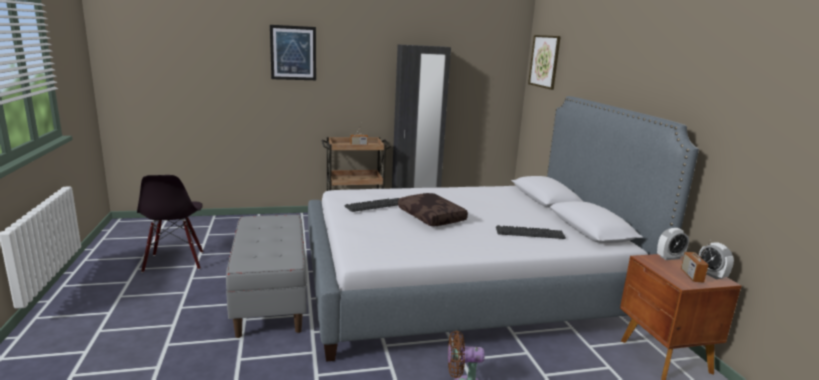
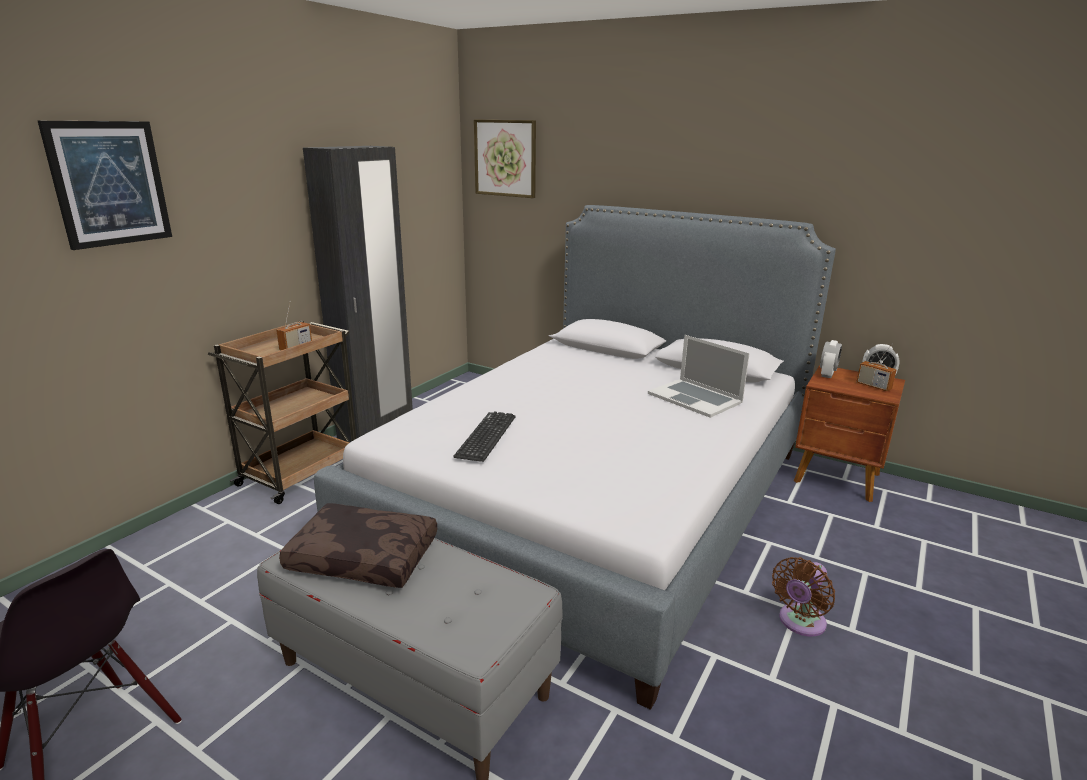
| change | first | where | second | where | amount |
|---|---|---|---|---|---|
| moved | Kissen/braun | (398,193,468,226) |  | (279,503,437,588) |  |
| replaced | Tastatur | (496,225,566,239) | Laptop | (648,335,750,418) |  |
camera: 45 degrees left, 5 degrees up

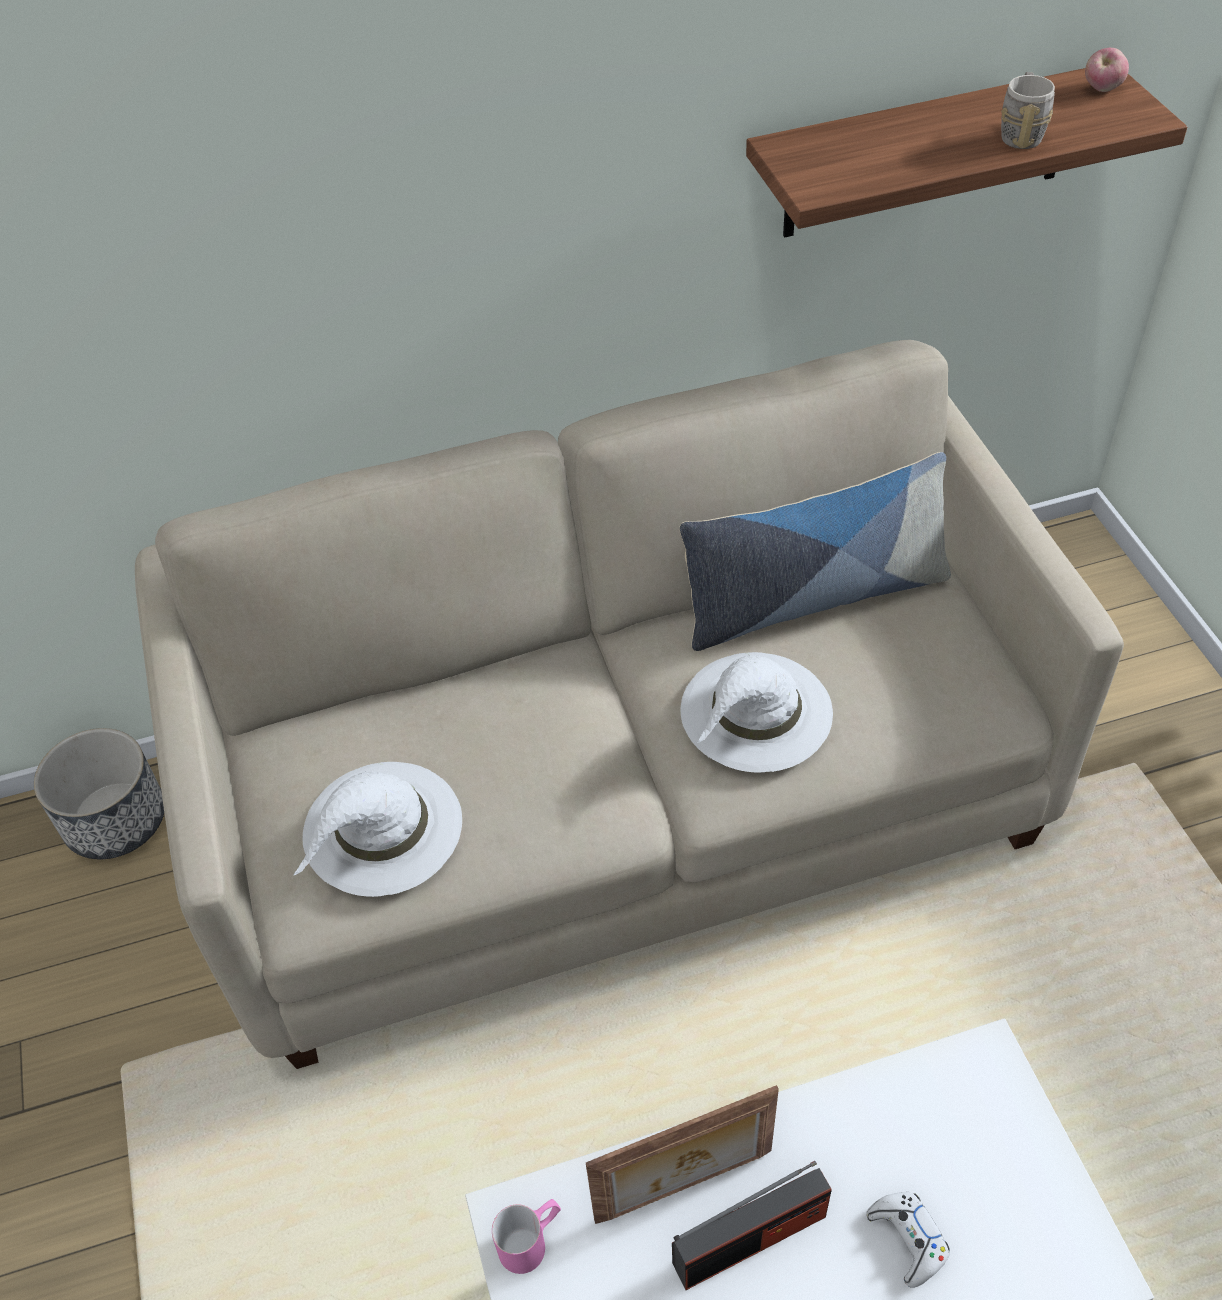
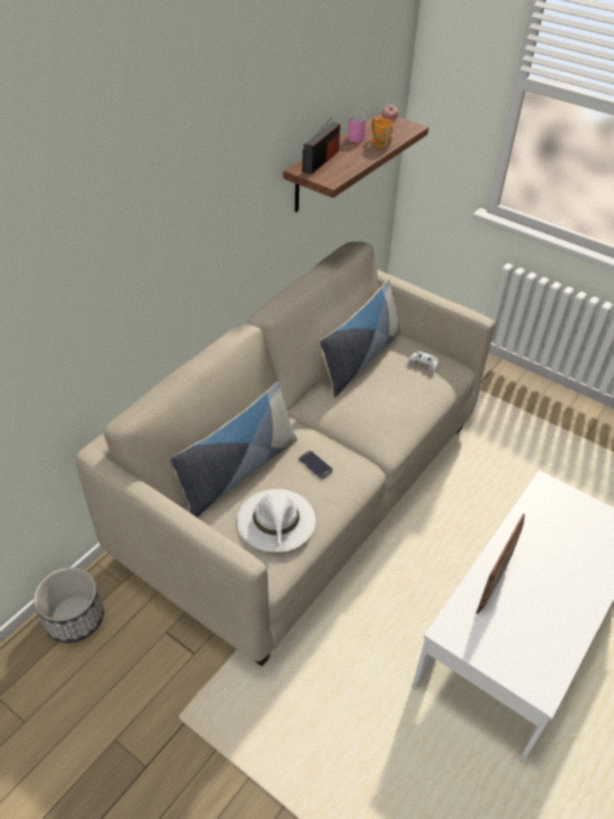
| change | first | where | second | where | amount |
|---|---|---|---|---|---|
| moved | Henkelbecher/rosa | (492,1199,561,1274) |  | (348,114,366,142) |  |
| moved | Radio | (672,1161,832,1290) |  | (302,117,340,175) |  |
| removed | Hut/weiß | (681,652,833,772) |  |  |  |
| moved | Gamepad/weiß | (866,1192,950,1288) |  | (408,351,438,374) |  |
| recoloured | Henkelbecher/grau | (1001,72,1055,149) | Henkelbecher/orange | (372,118,394,148) |  |
| added |  |  | Kissen | (170,382,297,517) |  |
| added |  |  | Handy | (299,451,333,478) |  |
camera: 40 degrees left, 5 degrees down

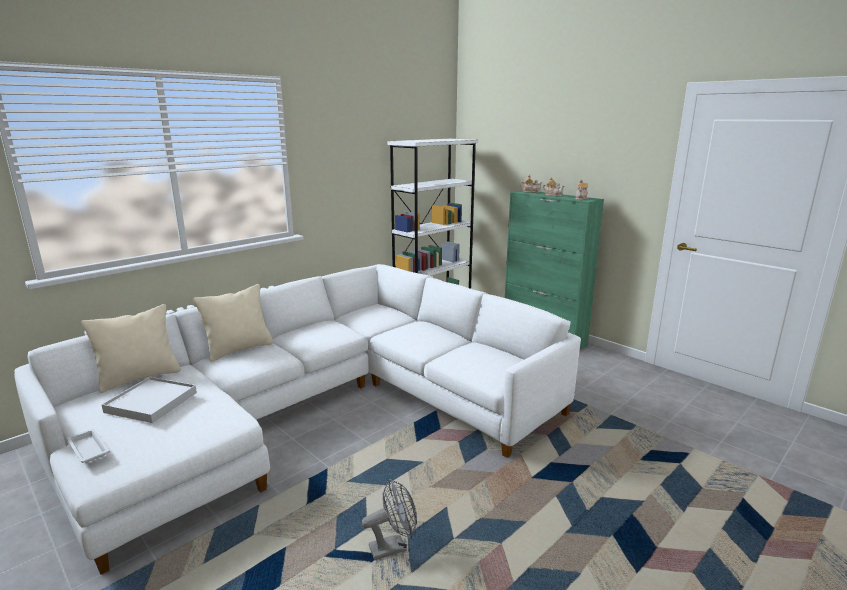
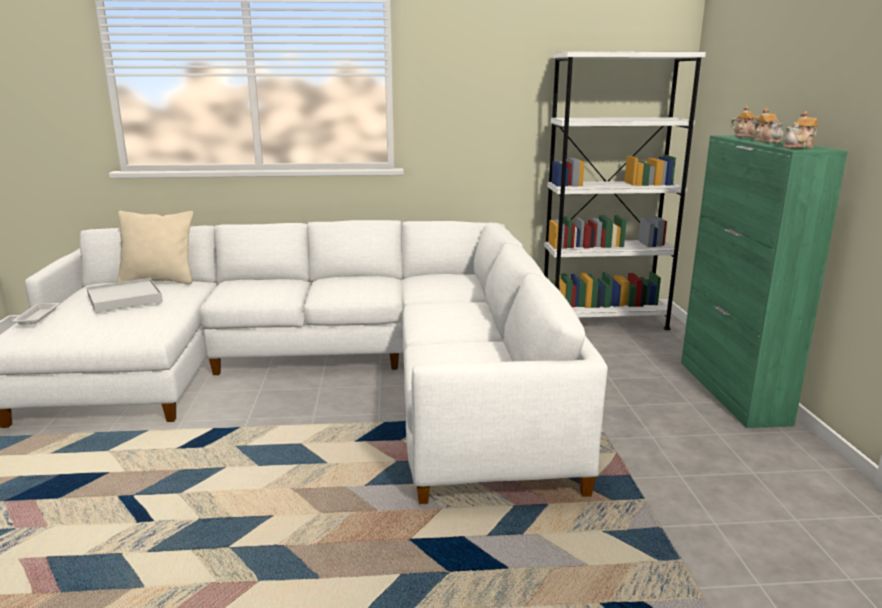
| change | first | where | second | where | amount |
|---|---|---|---|---|---|
| removed | Kissen/beige | (194,284,273,362) |  |  |  |
| removed | Ventilator/grau | (362,479,417,560) |  |  |  |
camera: 40 degrees right, 0 degrees up

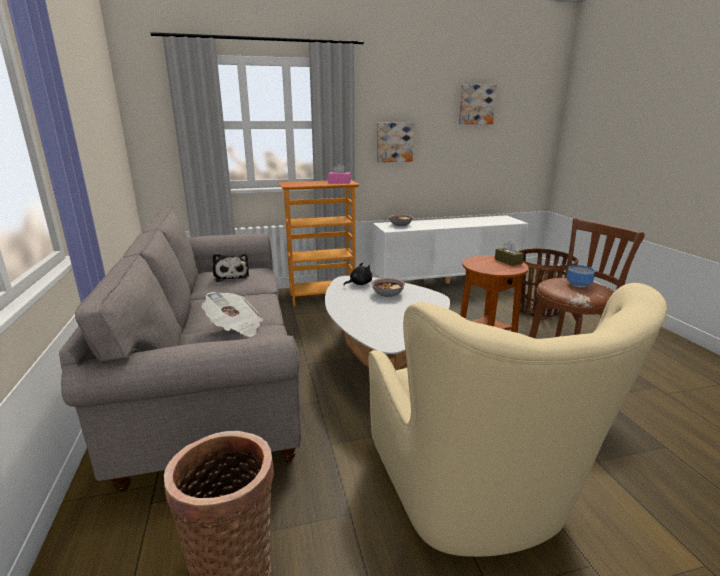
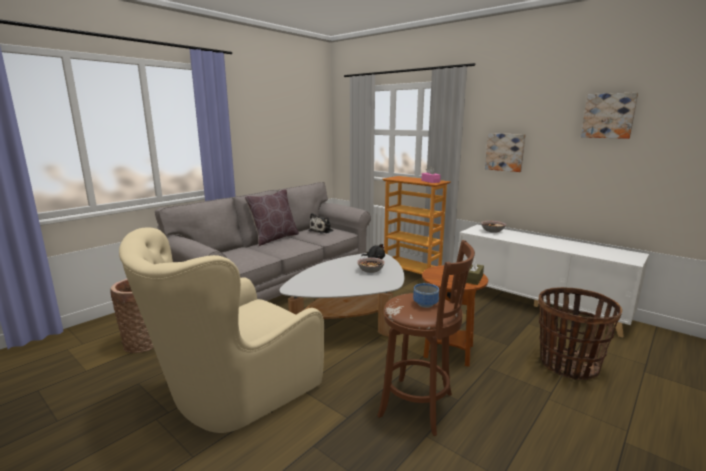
| change | first | where | second | where | amount |
|---|---|---|---|---|---|
| removed | Zeitung | (202,292,263,337) |  |  |  |
| added |  |  | Kissen/braun | (245,189,299,246) |  |
camera: 55 degrees right, 5 degrees down

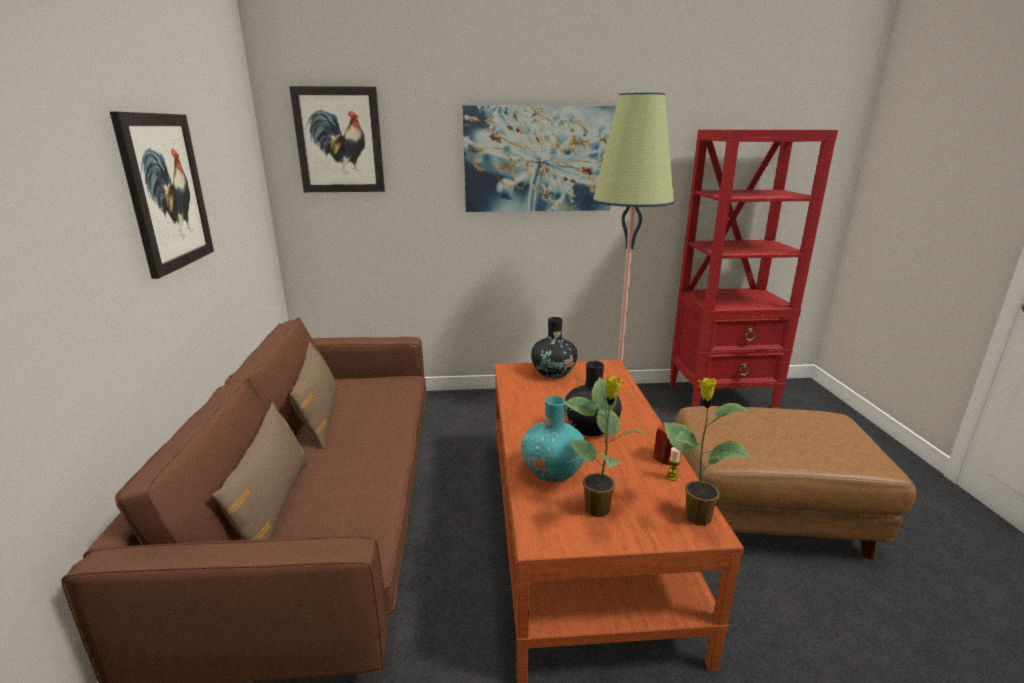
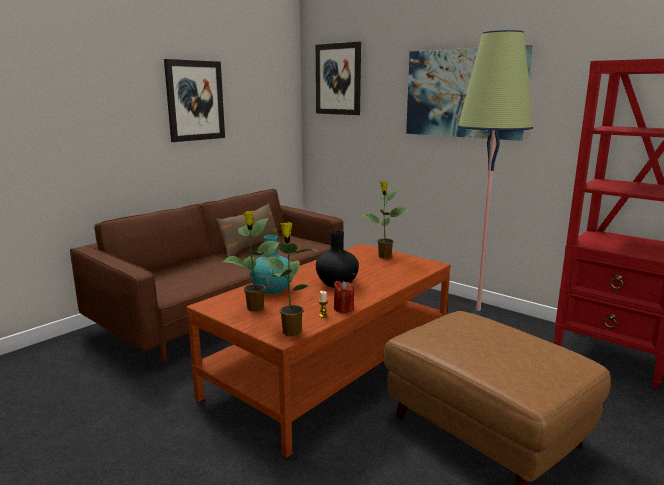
| change | first | where | second | where | amount |
|---|---|---|---|---|---|
| removed | Kissen/braun | (212,403,309,540) |  |  |  |
| replaced | Vase/schwarz | (531,317,578,379) | Topfpflanze | (360,180,409,259) |  |
camera: 45 degrees right, 5 degrees down

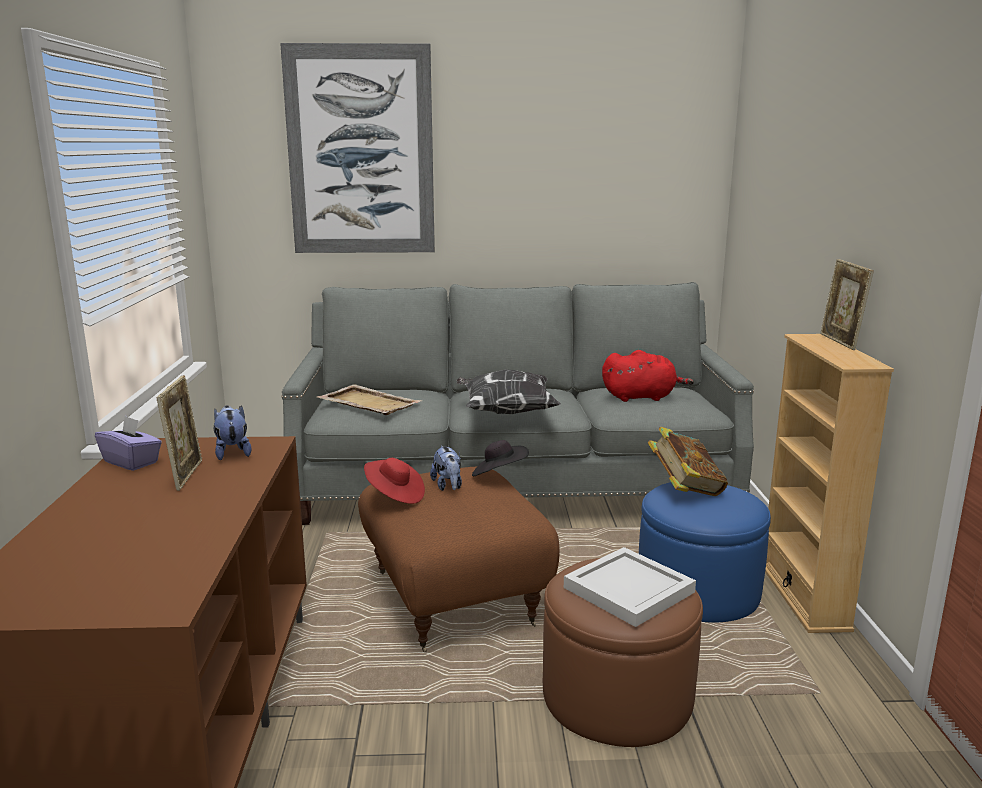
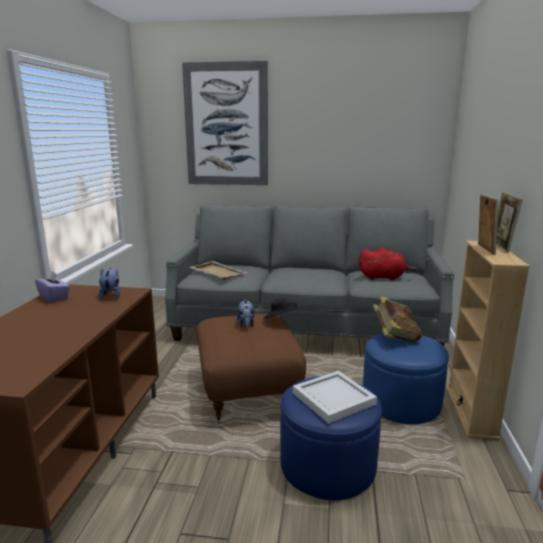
| change | first | where | second | where | amount |
|---|---|---|---|---|---|
| moved | Bilderrahmen | (157,375,202,491) |  | (478,194,499,255) |  |
| removed | Hut/rot | (364,458,425,504) |  |  |  |
| removed | Kissen | (456,369,561,414) |  |  |  |
| recoloured | Polsterhocker/braun | (543,558,703,747) | Polsterhocker/blau | (280,376,382,500) |  |
camera: 10 degrees right, 0 degrees up

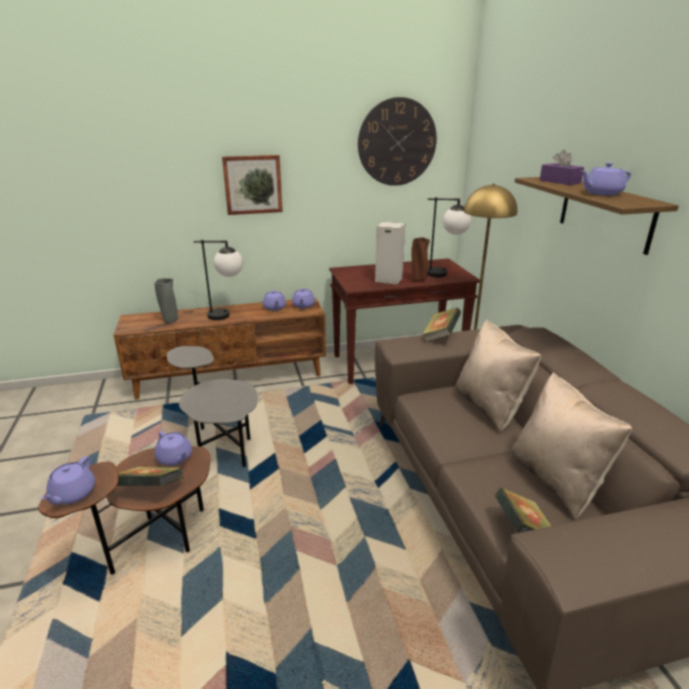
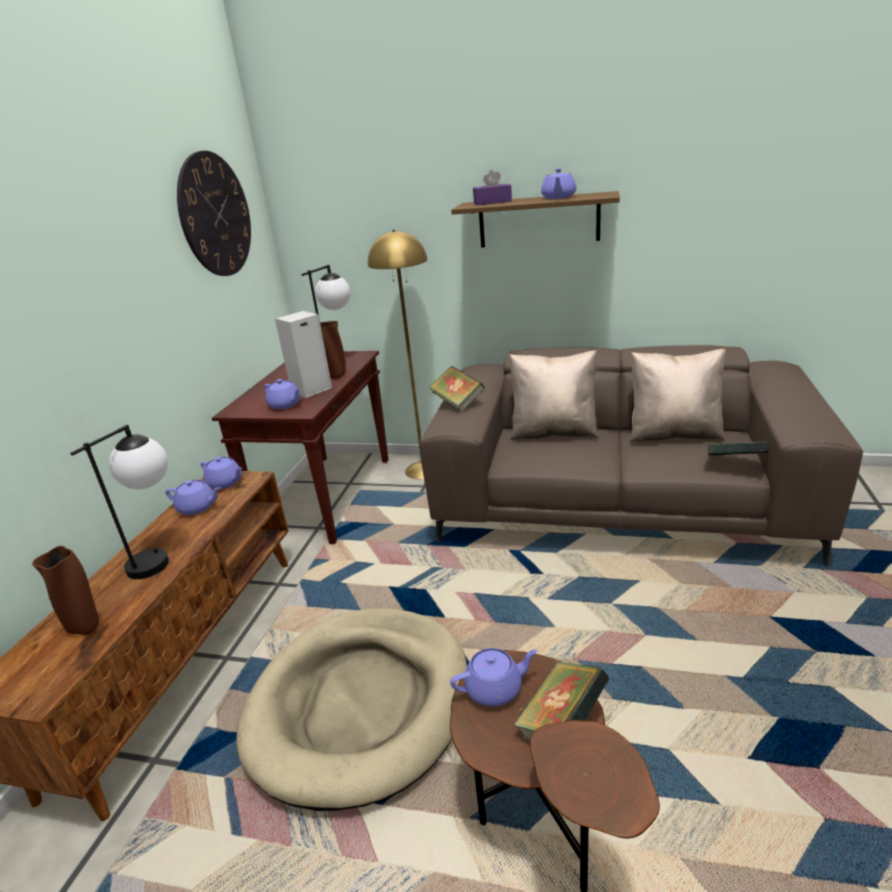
| change | first | where | second | where | amount |
|---|---|---|---|---|---|
| moved | Teekanne/lila | (41,456,95,505) |  | (264,379,301,409) |  |
| recoloured | Vase/grau | (155,278,178,323) | Vase/braun | (32,546,99,635) |  |
| replaced | Beistelltisch/grau | (167,346,258,467) | Hundebett/beige | (236,609,467,811) |  |
| removed | Bild | (222,155,283,215) |  |  |  |
camera: 60 degrees left, 0 degrees up

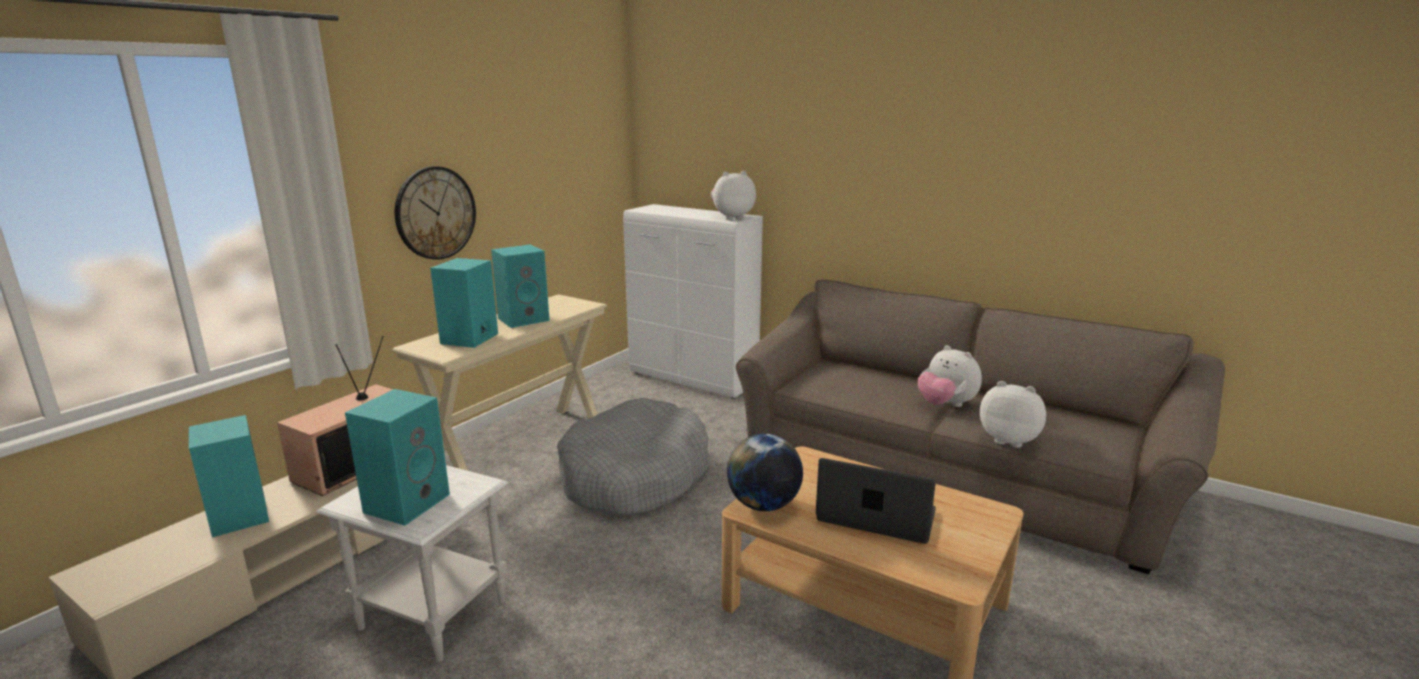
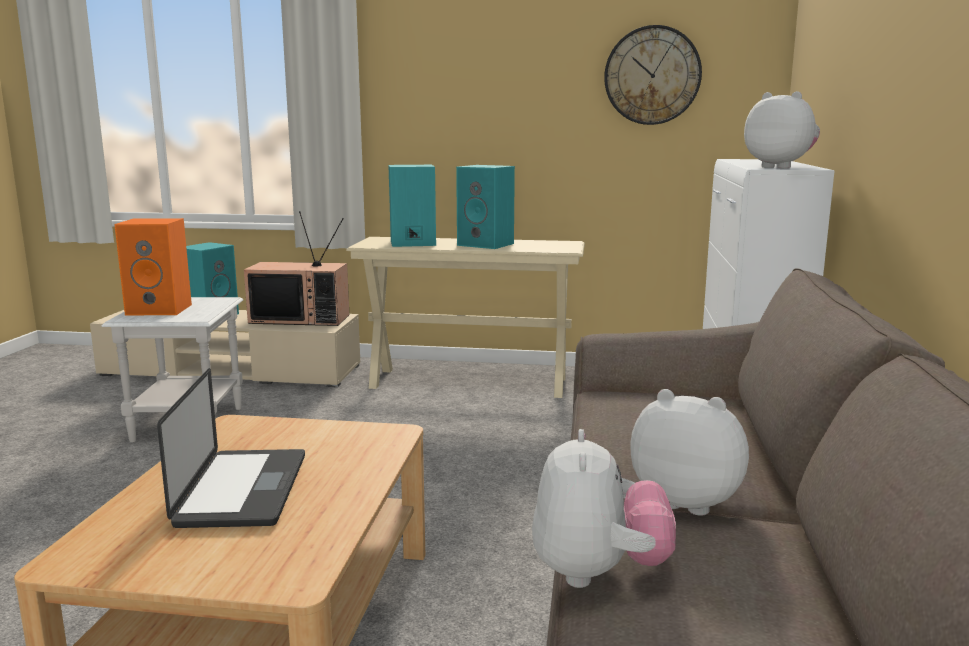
| change | first | where | second | where | amount |
|---|---|---|---|---|---|
| recoloured | Lautsprecher/türkis | (345,389,450,525) | Lautsprecher/orange | (114,218,192,316) |  |
| moved | Wanduhr | (395,166,476,260) |  | (604,25,702,125) |  |
| removed | Hundebett/grau | (557,398,710,515) |  |  |  |
| removed | Globus | (727,434,803,511) |  |  |  |
| turned | Plüschtier | (918,345,982,407) |  | (630,389,749,516) | 90 degrees clockwise |
camera: 65 degrees right, 5 degrees down

